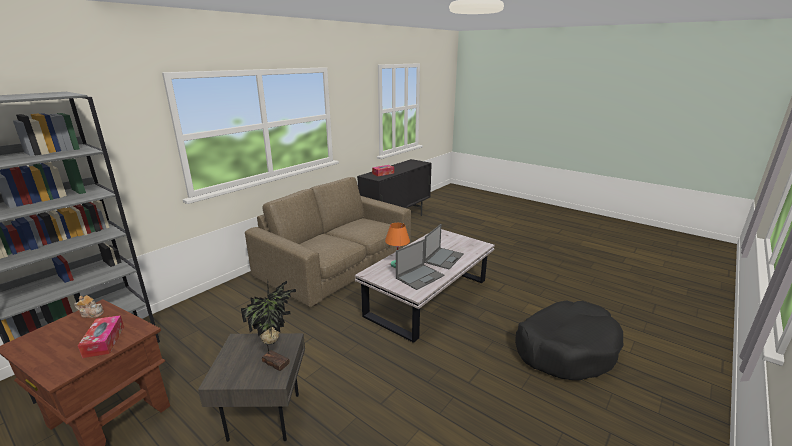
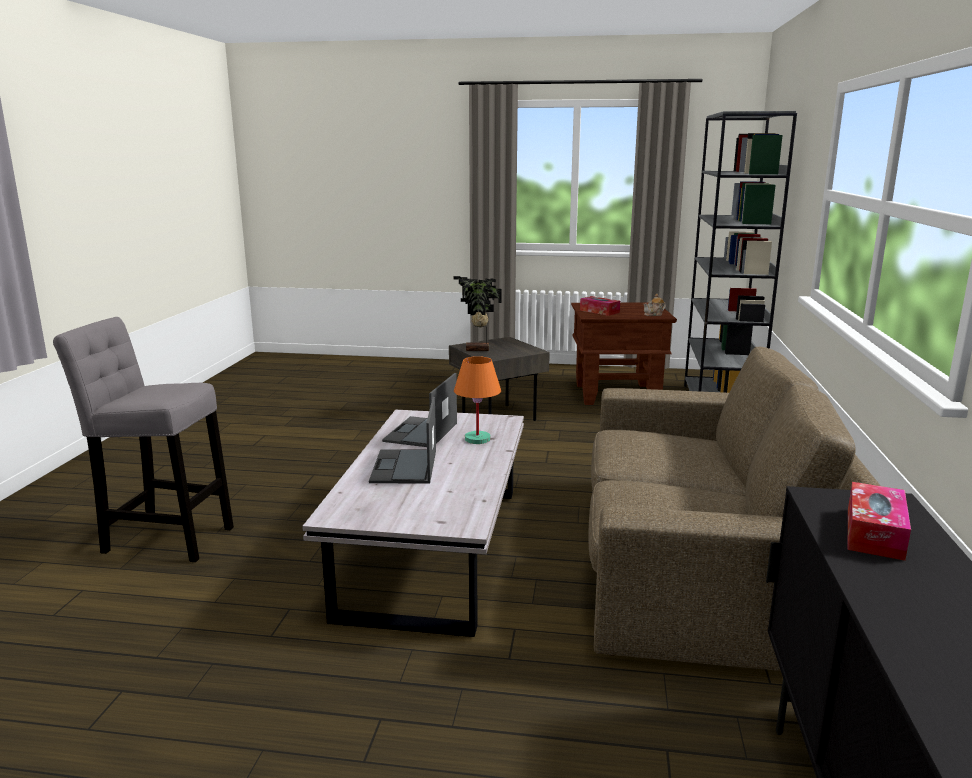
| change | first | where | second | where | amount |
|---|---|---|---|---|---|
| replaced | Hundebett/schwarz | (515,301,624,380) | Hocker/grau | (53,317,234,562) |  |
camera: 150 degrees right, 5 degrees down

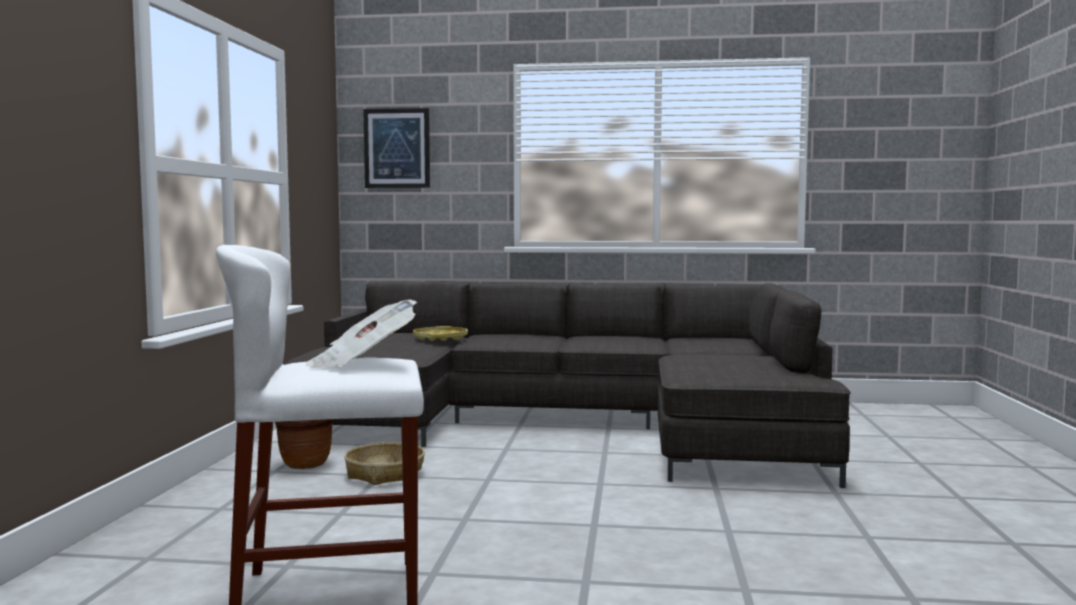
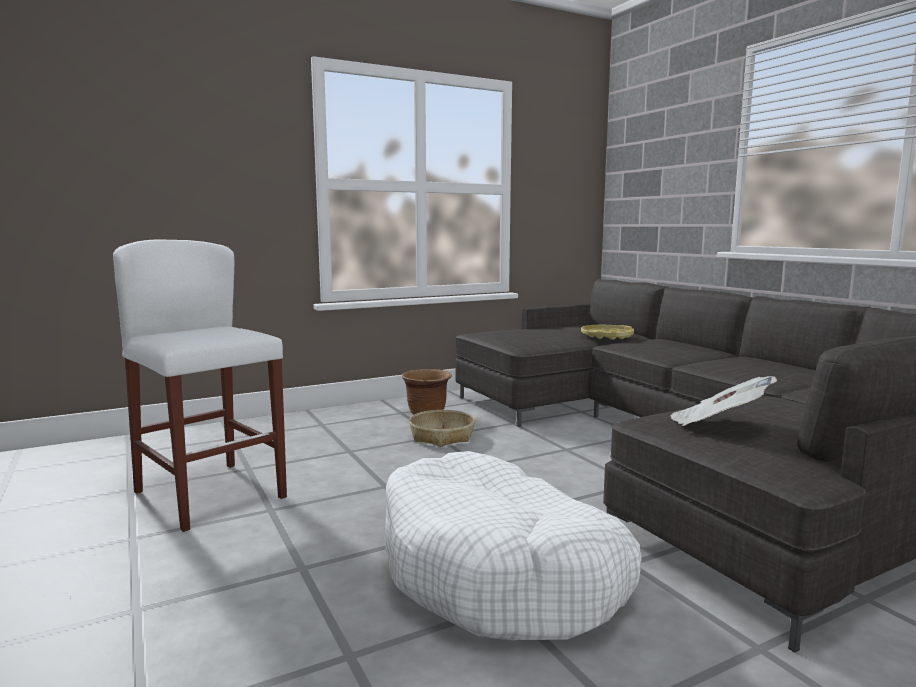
| change | first | where | second | where | amount |
|---|---|---|---|---|---|
| moved | Zeitung | (306,300,417,368) |  | (670,376,777,426) |  |
| removed | Bild | (363,108,430,188) |  |  |  |
| added |  |  | Hundebett/weiß | (385,451,642,640) |  |
camera: 55 degrees right, 5 degrees up

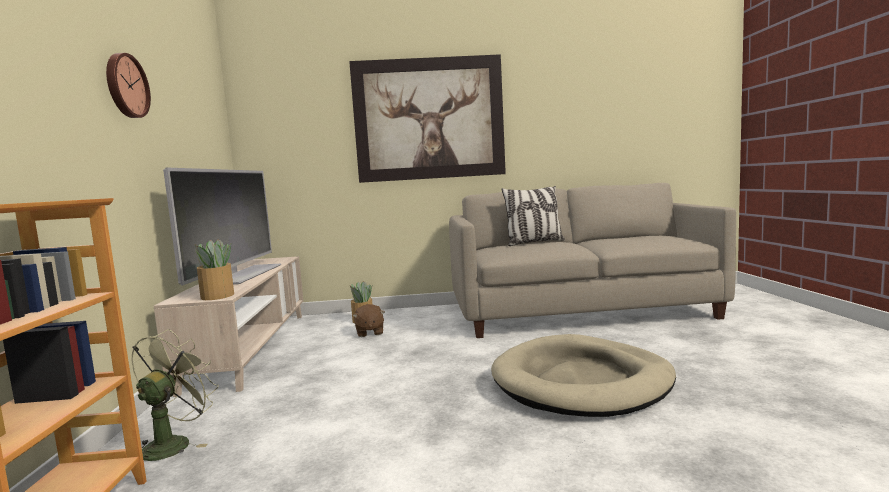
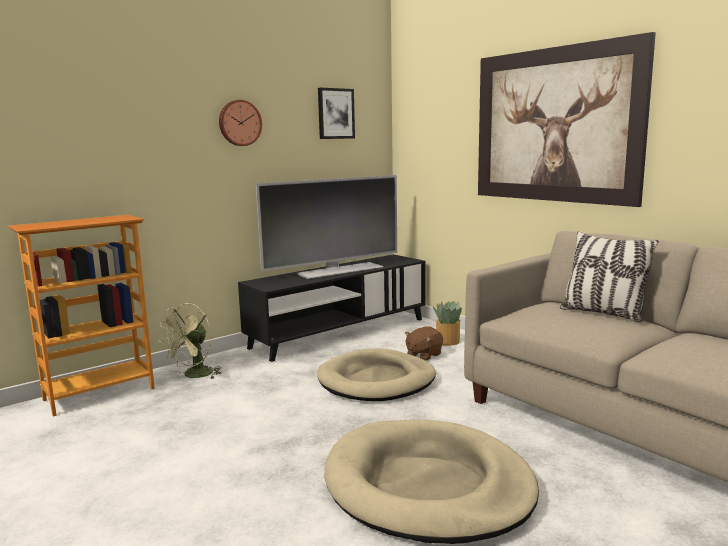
| change | first | where | second | where | amount |
|---|---|---|---|---|---|
| turned | Ventilator/grün | (131,329,219,461) |  | (159,303,221,379) | 135 degrees clockwise |
| recoloured | Fernsehschrank/beige | (154,256,303,397) | Fernsehschrank/schwarz | (238,254,426,362) |  |
| removed | Topfpflanze | (195,239,234,300) |  |  |  |
| added |  |  | Hundebett/beige | (317,348,436,401) |  |
| added |  |  | Bild | (318,88,355,139) |  |
camera: 55 degrees right, 5 degrees up

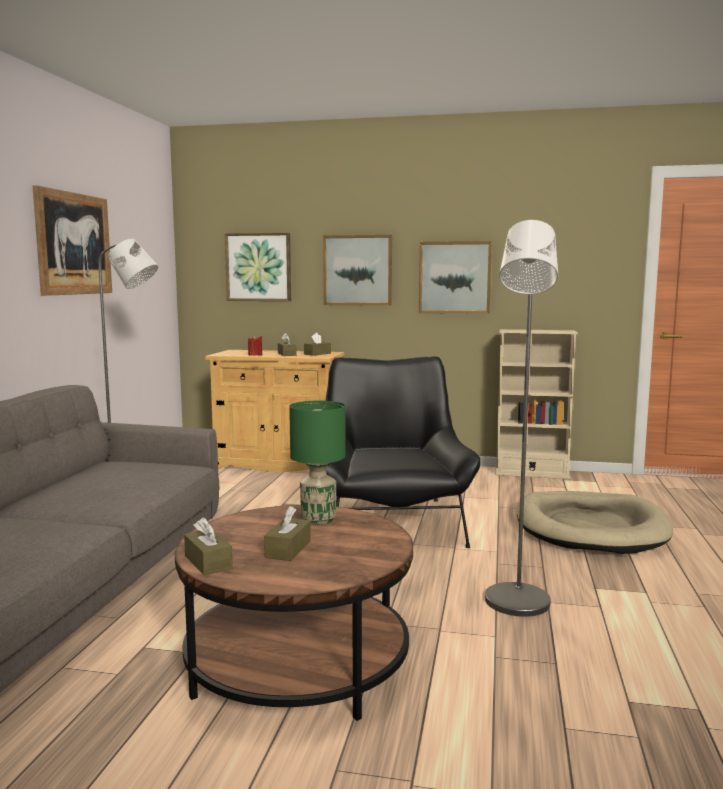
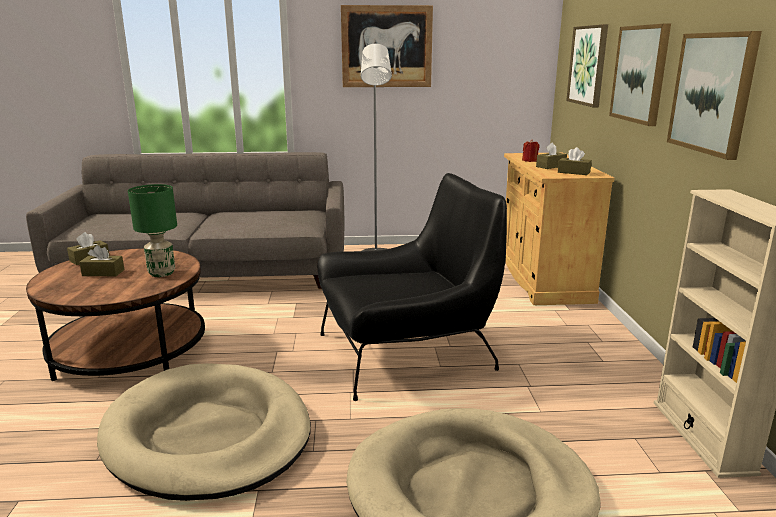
| change | first | where | second | where | amount |
|---|---|---|---|---|---|
| replaced | Stehlampe/grau | (485,220,558,617) | Hundebett/beige | (97,363,311,501) |  |
camera: 75 degrees right, 10 degrees up

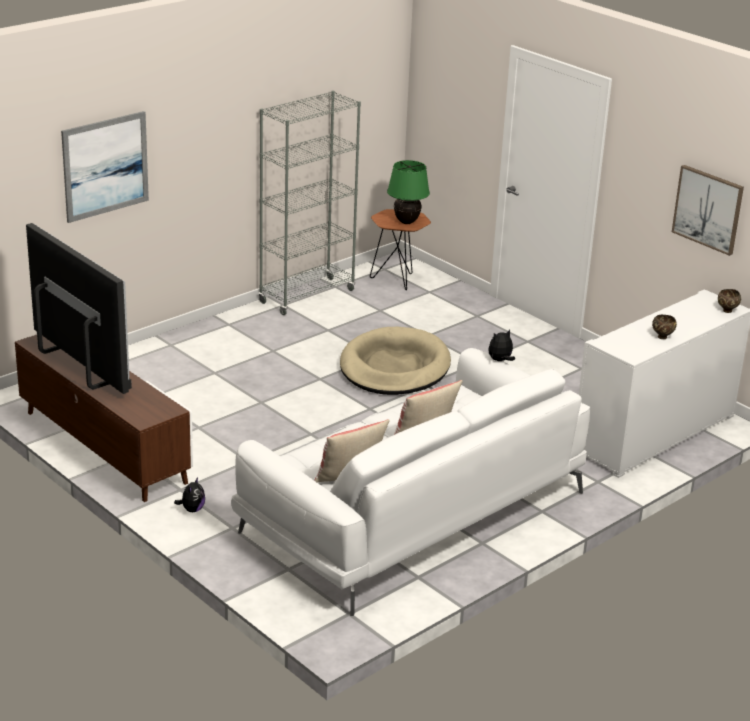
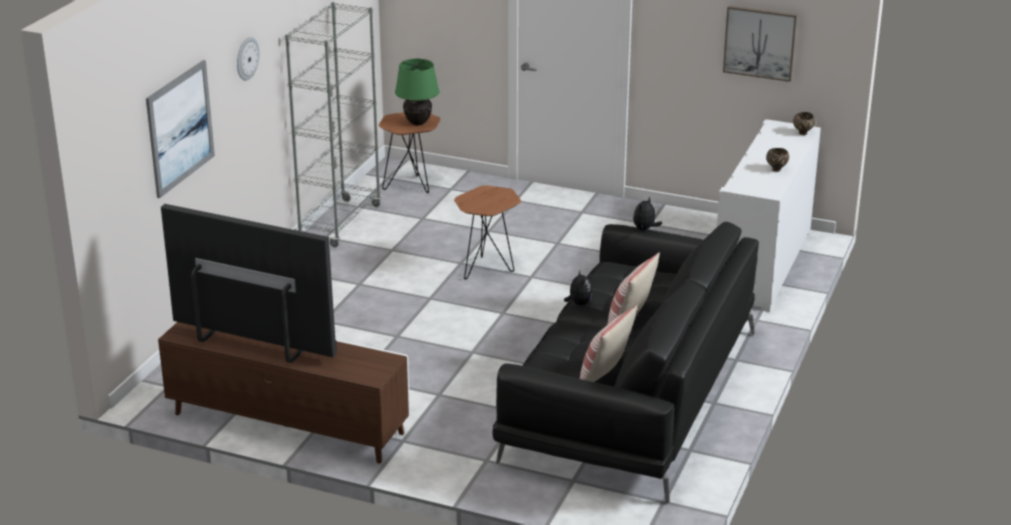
| change | first | where | second | where | amount |
|---|---|---|---|---|---|
| moved | Plüschtier | (174,477,205,512) |  | (564,271,592,305) |  |
| recoloured | Sofa/weiß | (231,348,590,616) | Sofa/schwarz | (492,222,759,503) |  |
| replaced | Hundebett/beige | (340,327,451,395) | Beistelltisch/braun | (454,186,521,280) |  |
| added |  |  | Wanduhr | (237,37,259,81) |  |
camera: 25 degrees left, 0 degrees up

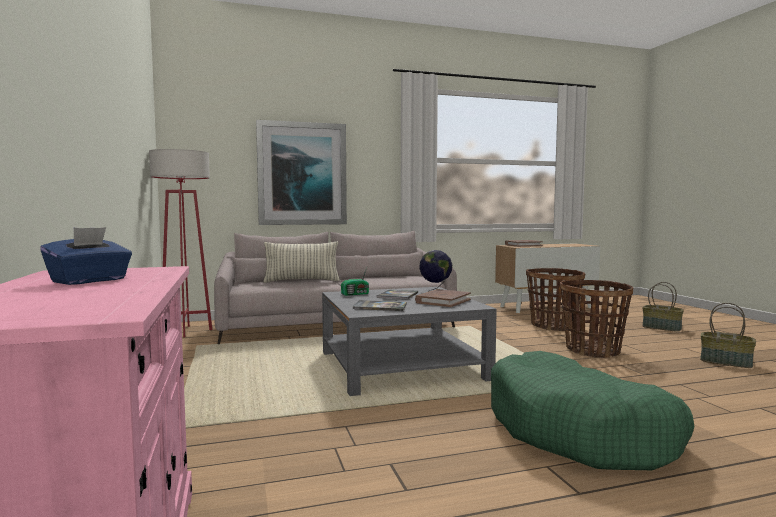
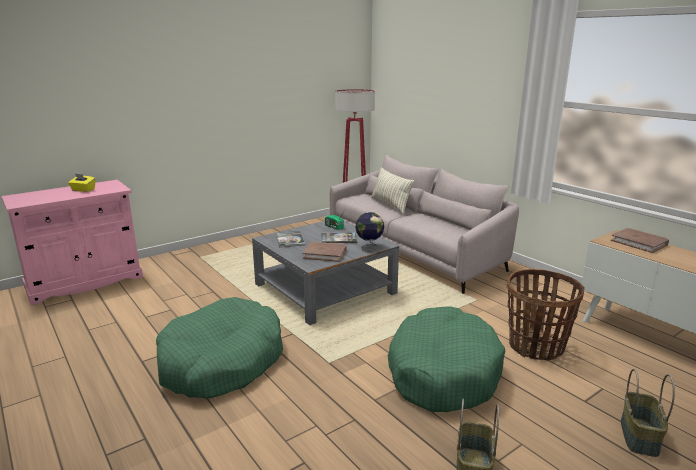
| change | first | where | second | where | amount |
|---|---|---|---|---|---|
| recoloured | Taschentuchbox/blau | (40,227,132,285) | Taschentuchbox/gelb | (68,174,96,192) |  |
| removed | Bild | (256,120,347,225) |  |  |  |
| replaced | Korb | (560,280,634,358) | Hundebett/grün | (388,306,505,412) |  |
camera: 70 degrees right, 15 degrees up

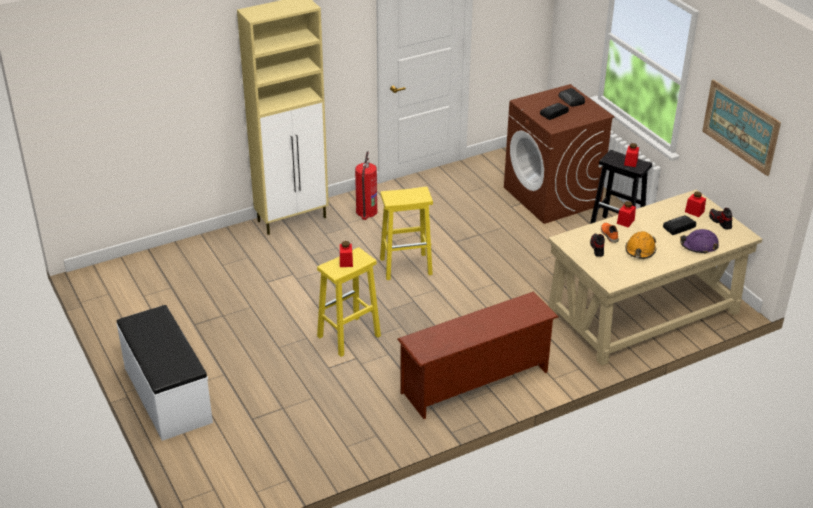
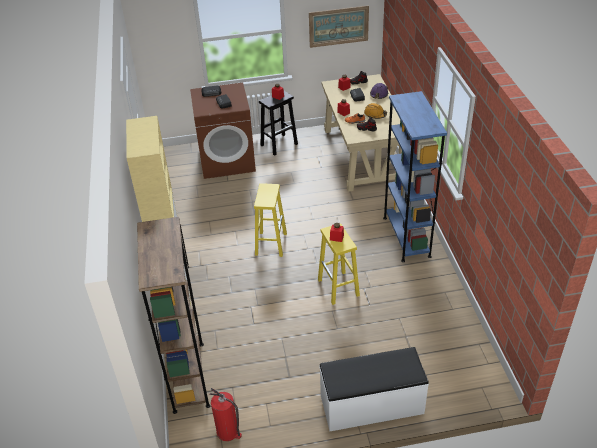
| change | first | where | second | where | amount |
|---|---|---|---|---|---|
| moved | Feuerlöscher | (355,151,378,220) |  | (209,388,242,441) |  |
| replaced | Schuhregal/braun | (397,292,559,419) | Bücherregal/blau | (383,91,447,262) |  |
| added |  |  | Bücherregal/braun | (137,217,210,414) |  |
camera: 70 degrees left, 5 degrees up

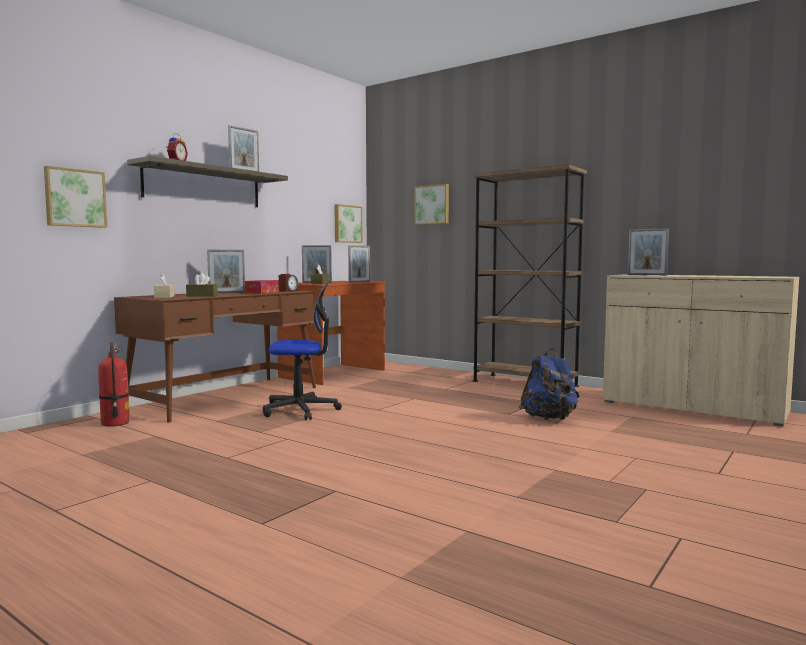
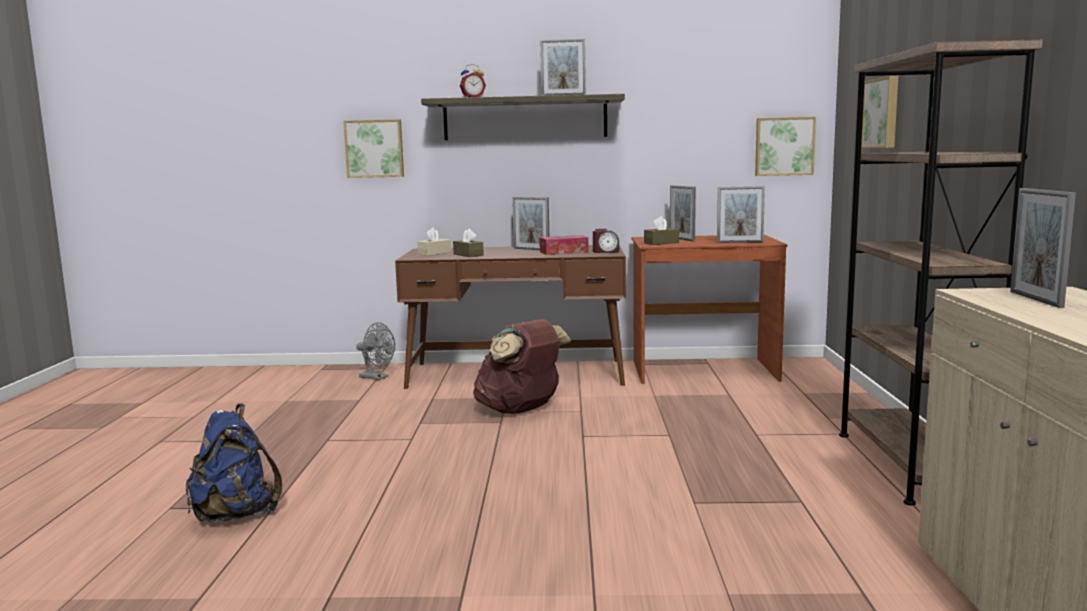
| change | first | where | second | where | amount |
|---|---|---|---|---|---|
| replaced | Feuerlöscher | (98,342,130,427) | Ventilator/grau | (356,322,395,380) |  |
| replaced | Bürostuhl | (263,283,342,420) | Rucksack/braun | (473,319,571,414) |  |
| moved | Rucksack/blau | (519,348,579,420) |  | (186,404,282,523) |  |
camera: 55 degrees right, 5 degrees up

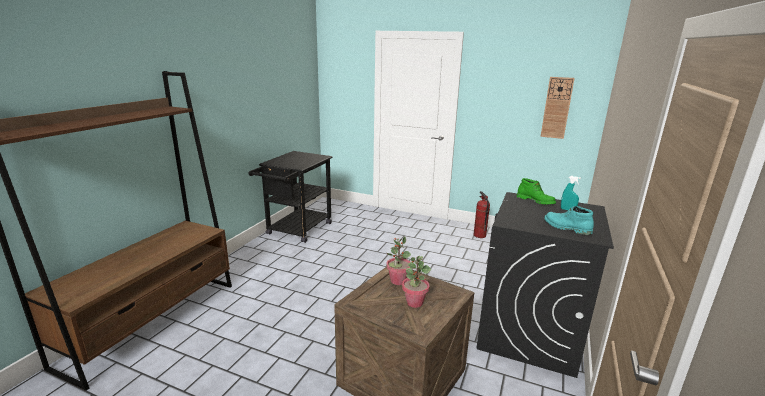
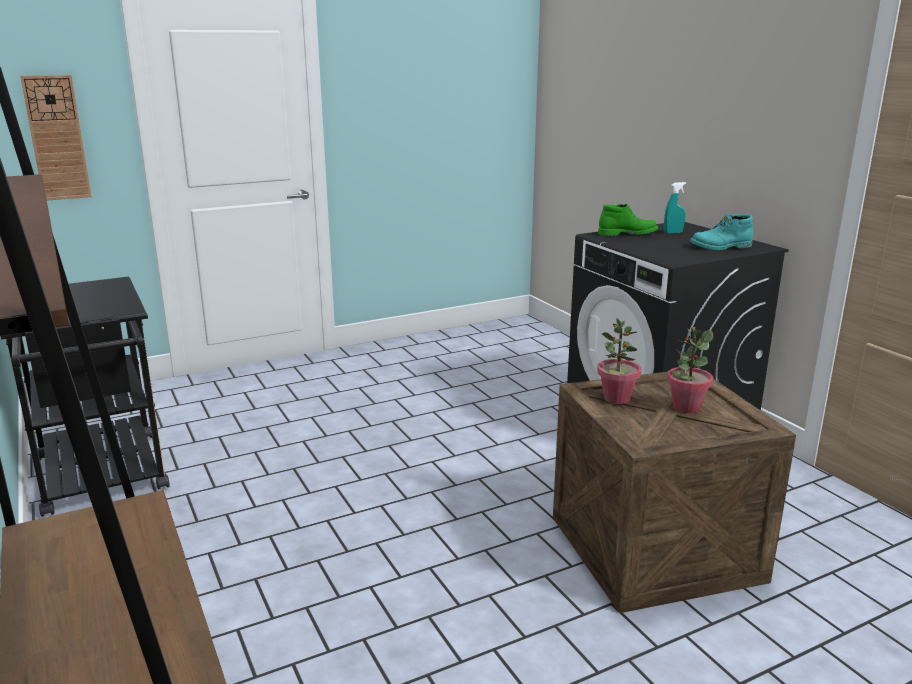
| change | first | where | second | where | amount |
|---|---|---|---|---|---|
| removed | Feuerlöscher | (474,191,490,238) |  |  |  |
| moved | Wanduhr | (540,77,575,139) |  | (20,75,92,201) |  |
camera: 50 degrees left, 0 degrees up

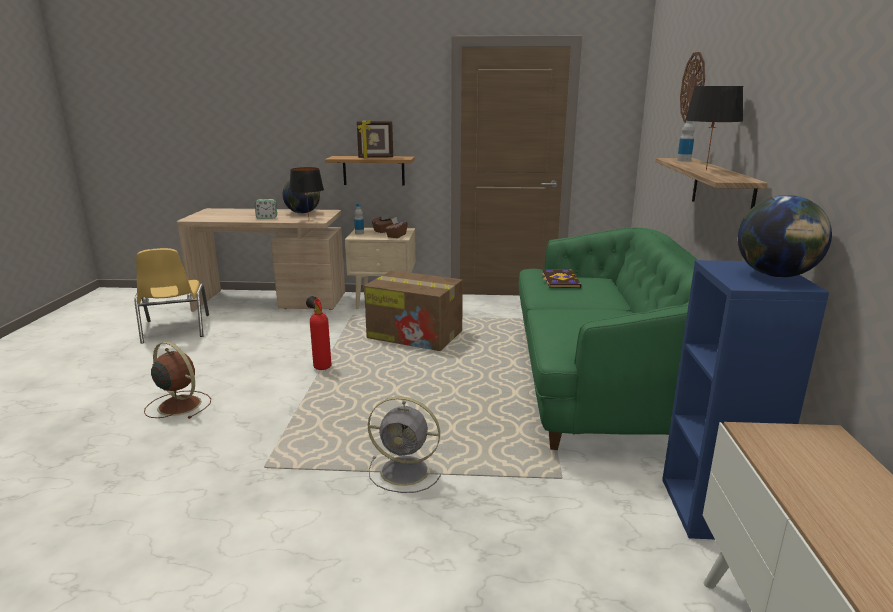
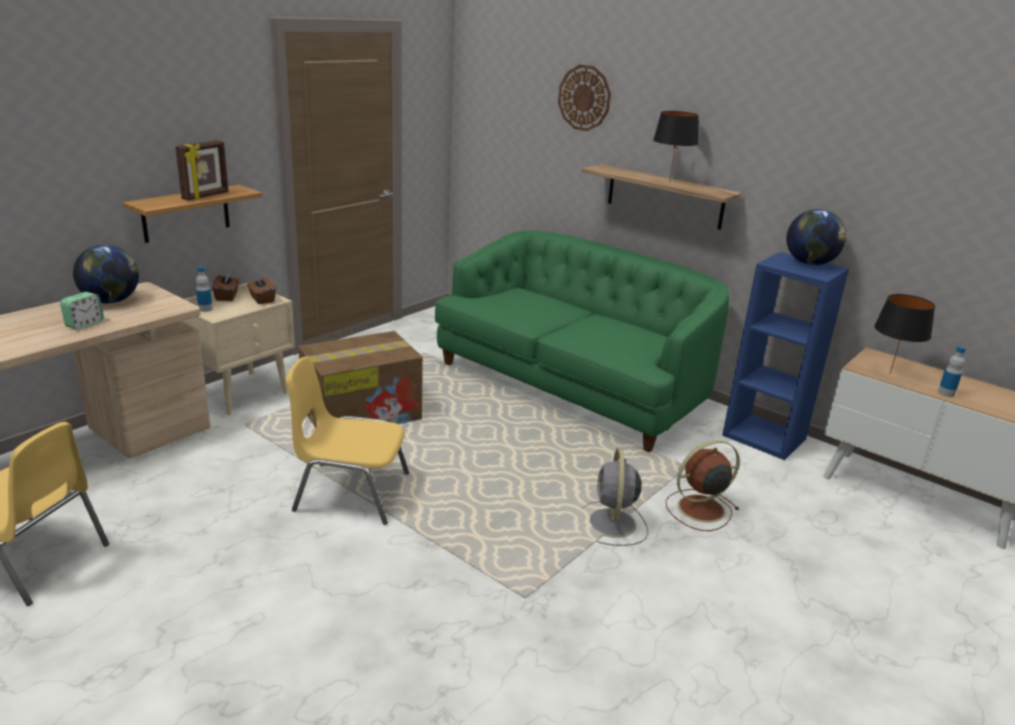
| change | first | where | second | where | amount |
|---|---|---|---|---|---|
| moved | Ventilator/braun | (144,342,211,419) |  | (666,440,740,531) |  |
| moved | Tischlampe/schwarz | (289,167,324,216) |  | (874,294,935,374) |  |
| replaced | Feuerlöscher | (306,296,332,370) | Stuhl/gelb | (286,356,409,525) |  |
| turned | Ventilator/grau | (368,396,441,493) |  | (582,448,648,546) | 135 degrees clockwise |
| removed | Buch | (540,269,582,288) |  |  |  |
| moved | Flasche | (677,121,695,162) |  | (938,346,966,397) |  |
camera: 55 degrees left, 5 degrees up

